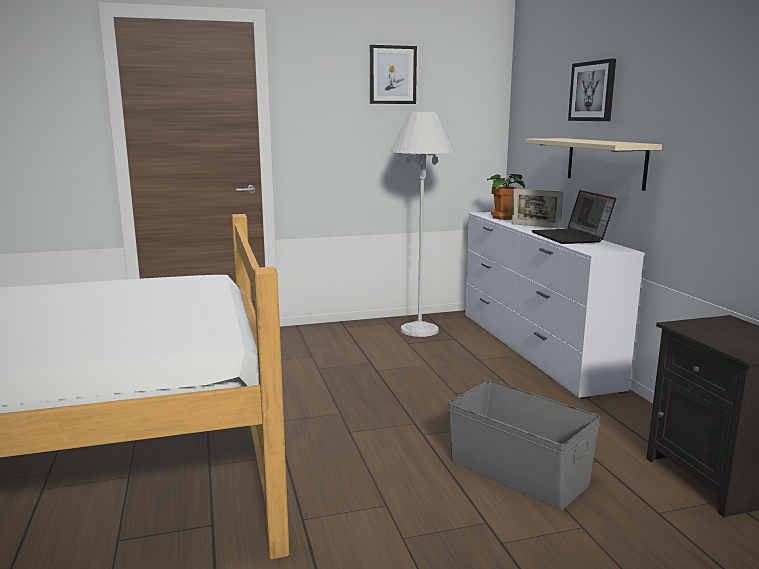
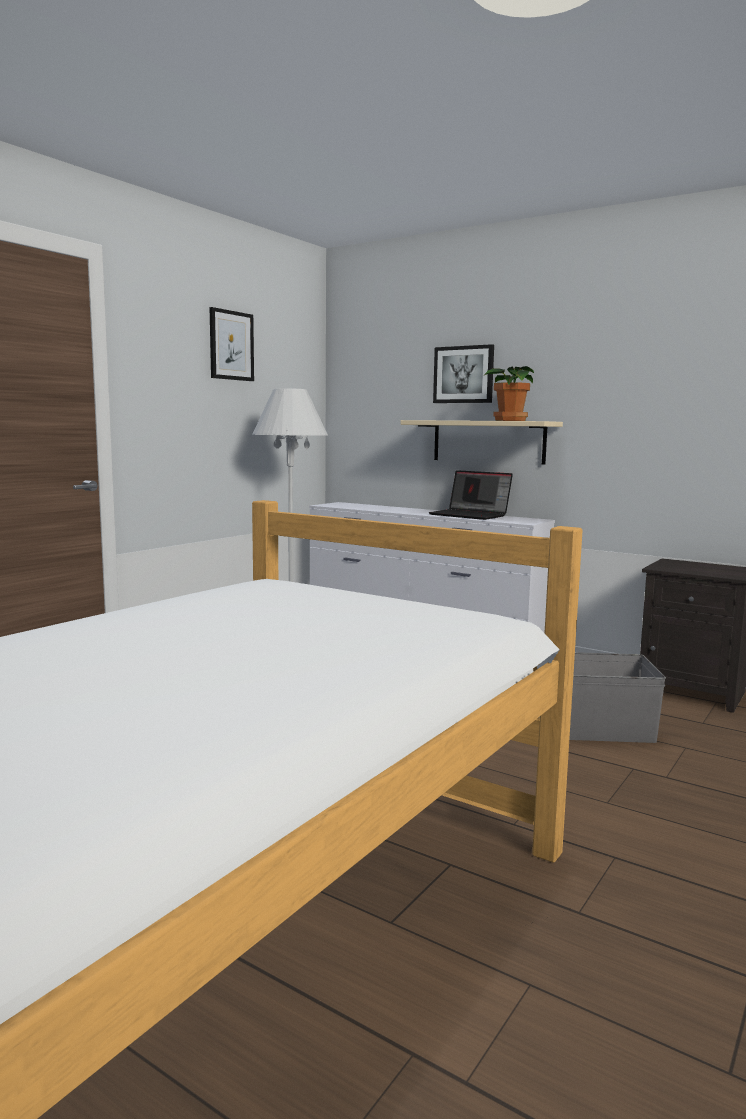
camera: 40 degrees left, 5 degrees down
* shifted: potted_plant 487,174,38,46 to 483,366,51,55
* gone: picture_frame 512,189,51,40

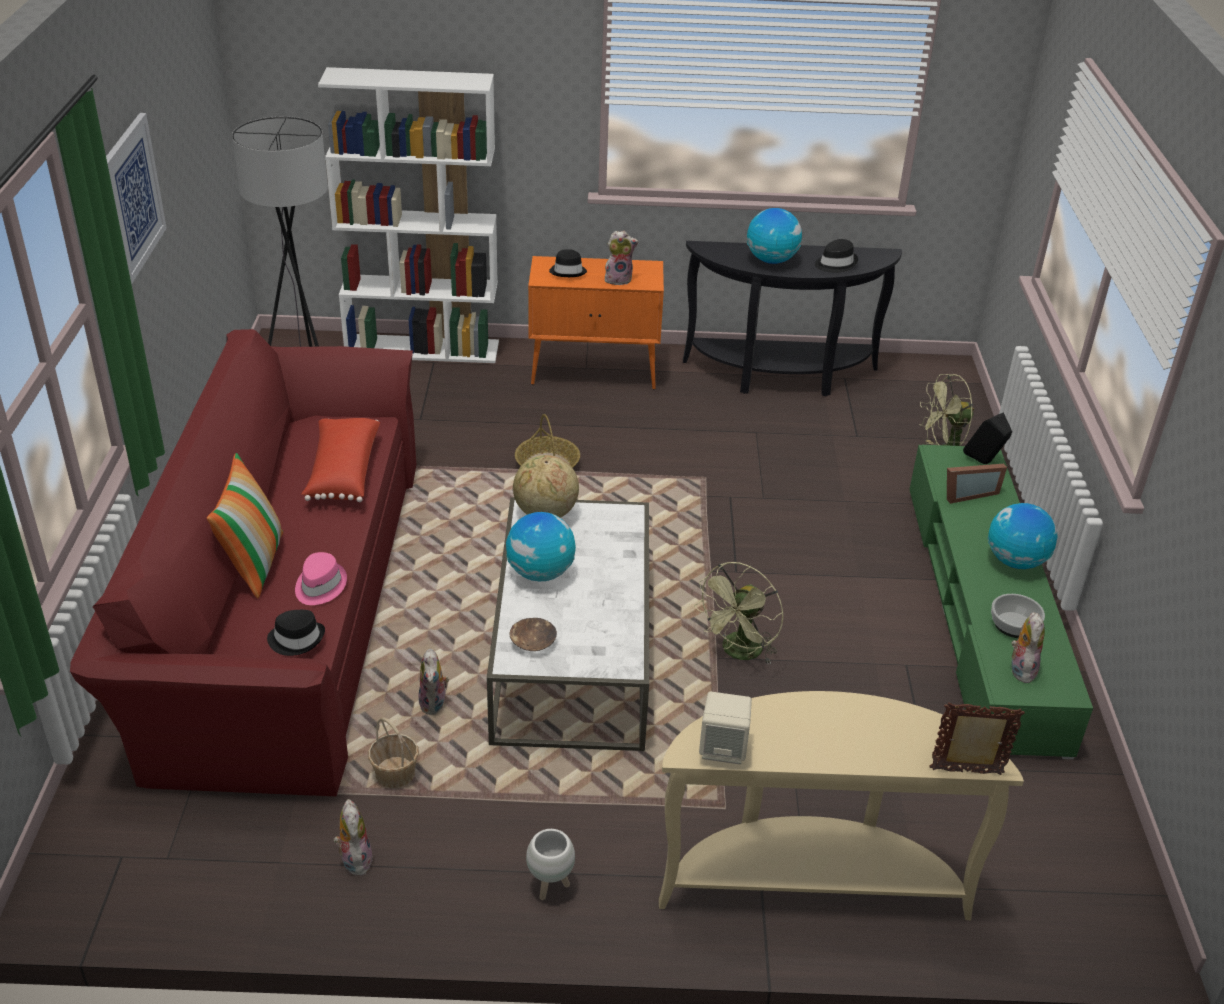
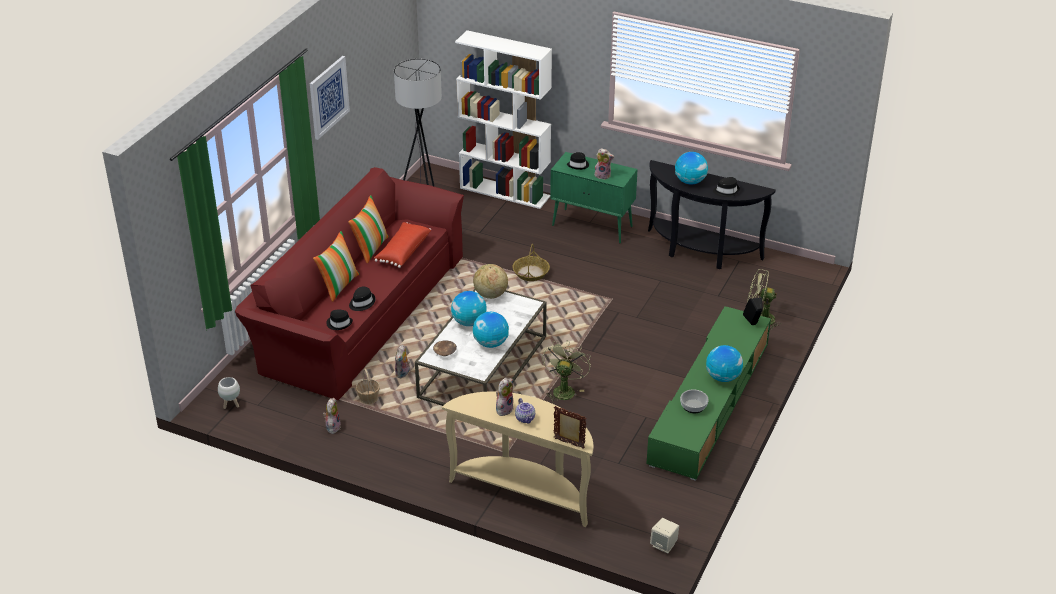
camera: 25 degrees right, 0 degrees up
* repainted: pink_hat 295,552,52,53 to black_hat 349,286,26,25
* shifted: white_planter 526,829,49,71 to 218,377,22,32
* repainted: orange_cabinet 528,256,136,133 to green_cabinet 550,152,87,91
* rotated: green_fan 694,562,90,102 = 542,340,49,63 135 degrees clockwise
* shifted: beige_speaker 699,691,53,73 to 650,518,29,36
* gone: picture_frame 947,464,60,40
* shifted: plush_toy 1011,612,34,71 to 496,378,17,38
* new: pillow 348,195,41,68
* new: globe 473,312,36,36
* new: teapot 515,398,20,26

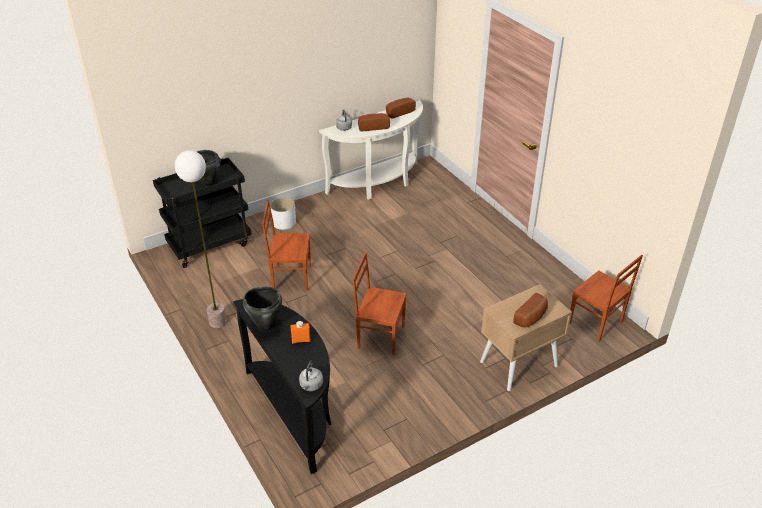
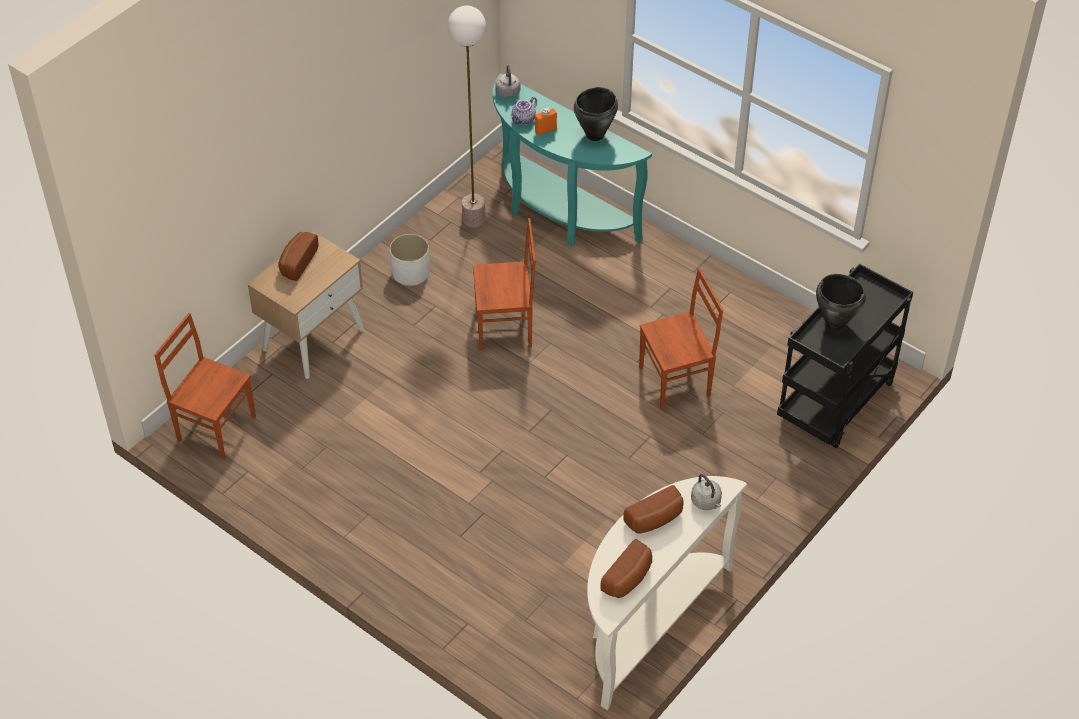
camera: 160 degrees right, 10 degrees up
* shifted: floor_lamp 175,150,52,178 to 448,5,38,223
* repainted: black_console_table 233,299,98,175 to turquoise_console_table 493,73,159,174
* shifted: white_planter 270,198,26,32 to 389,234,41,52
* new: teapot 510,97,27,28

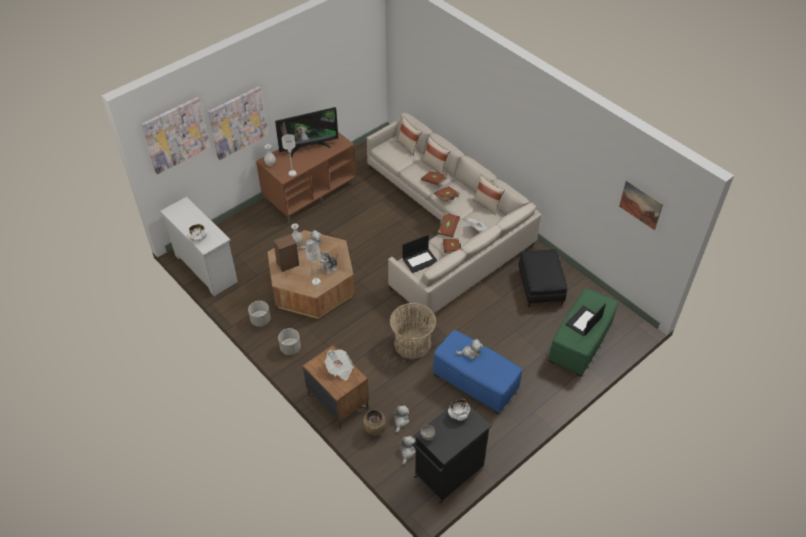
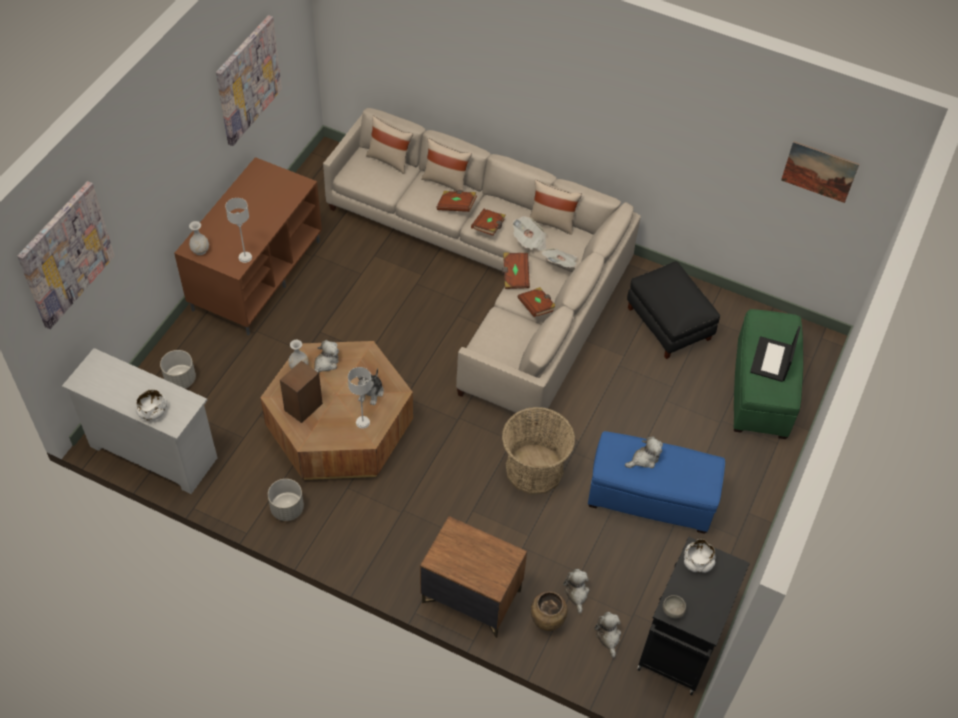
camera: 25 degrees left, 5 degrees up
* shifted: picture 208,86,60,74 to 216,15,66,131
* gone: television 275,107,63,50
* shifted: grey_planter 278,328,23,27 to 160,350,36,39
* shifted: newspaper 324,349,30,31 to 512,216,35,35
* gone: laptop 402,234,36,39

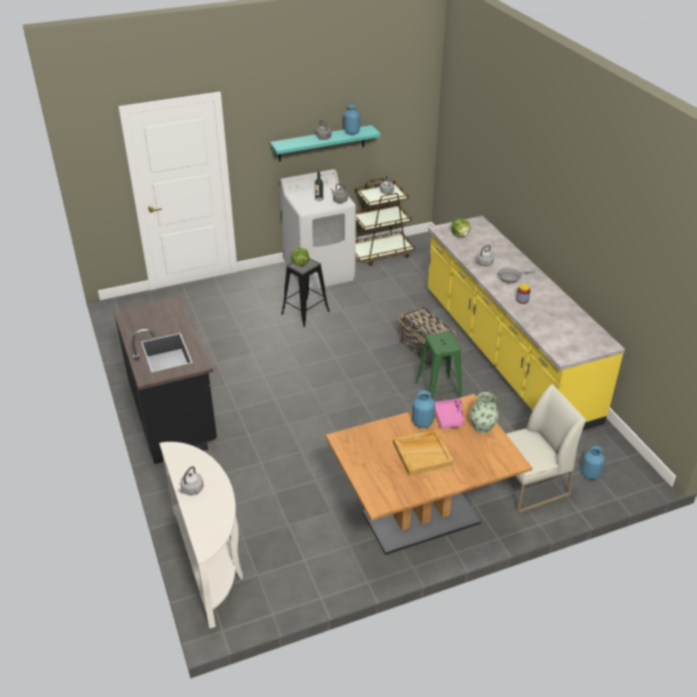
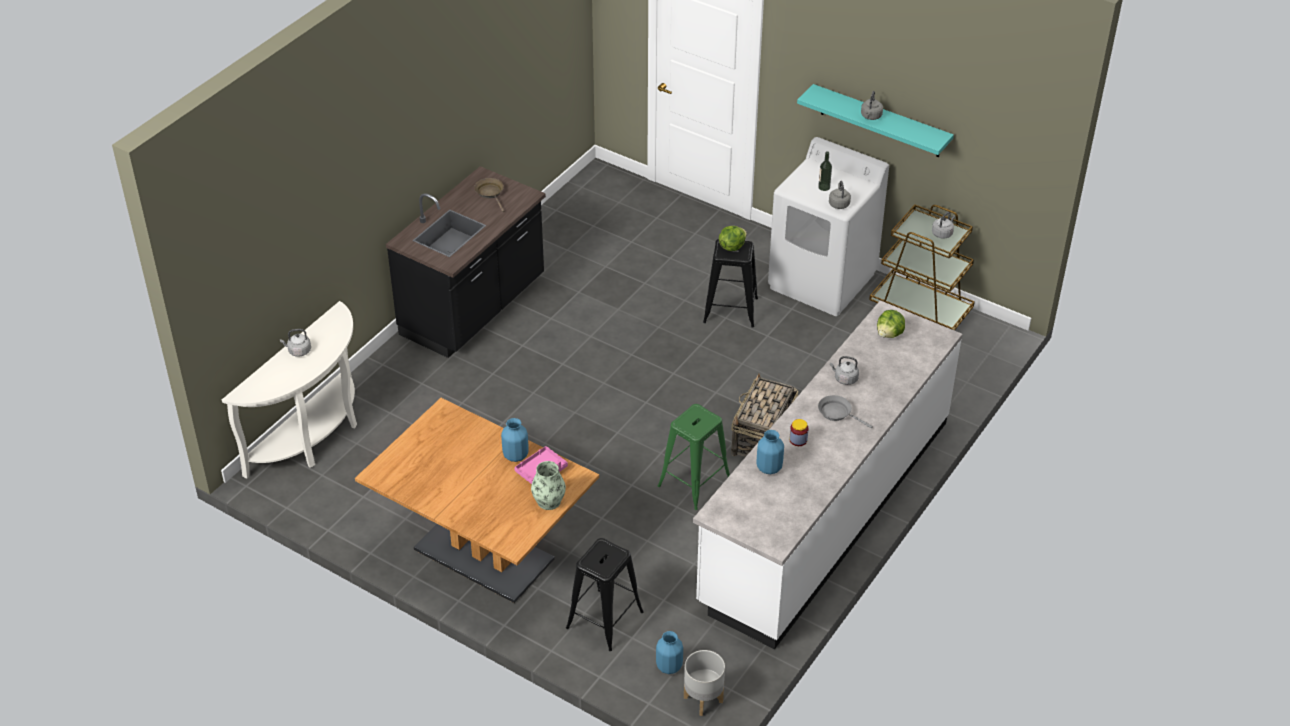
camera: 55 degrees right, 5 degrees up
* shifted: blue_vase 344,105,16,30 to 756,430,28,44
* gone: beige_tray 393,429,61,47
* repainted: yellow_counter 428,216,197,215 to white_counter 693,300,270,349
* swapped: white_chair 506,384,80,129 to black_stool 566,538,78,113
* new: brown_frying_pan 474,178,30,34
* new: grey_planter 684,650,41,66

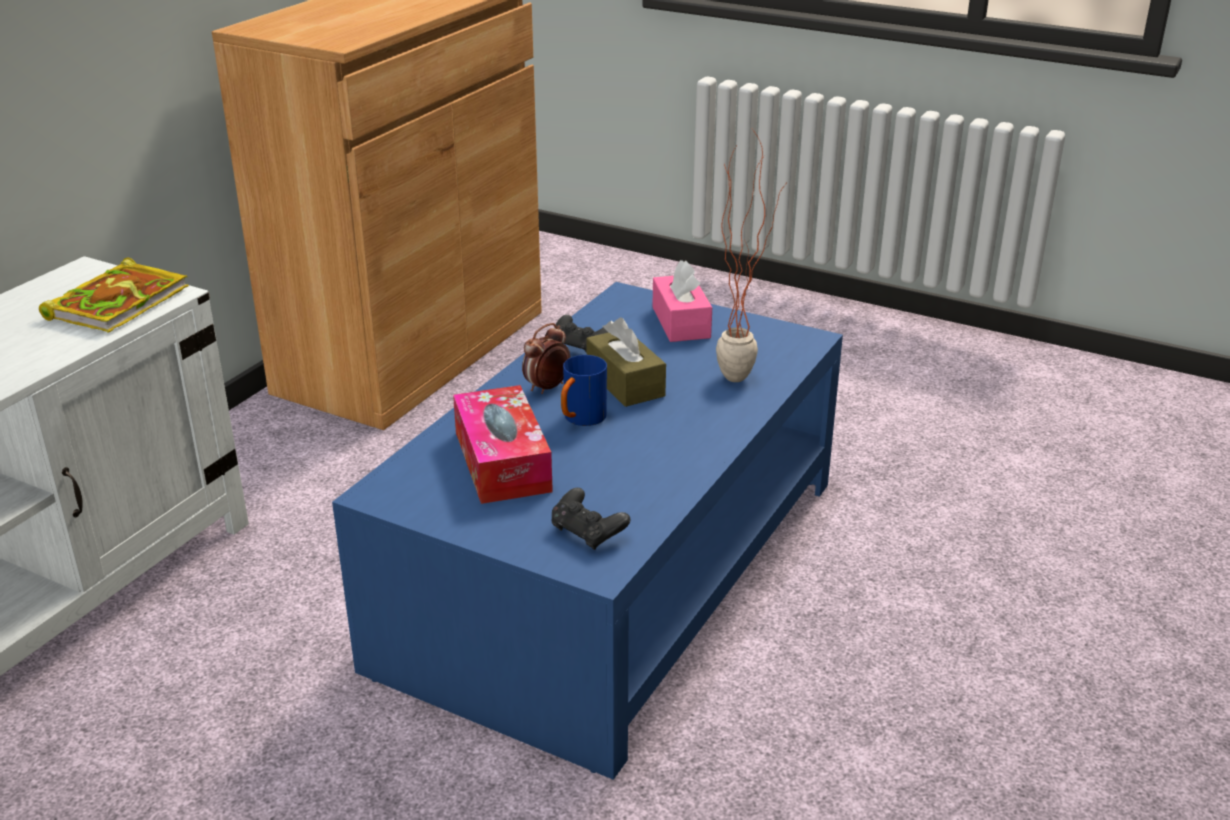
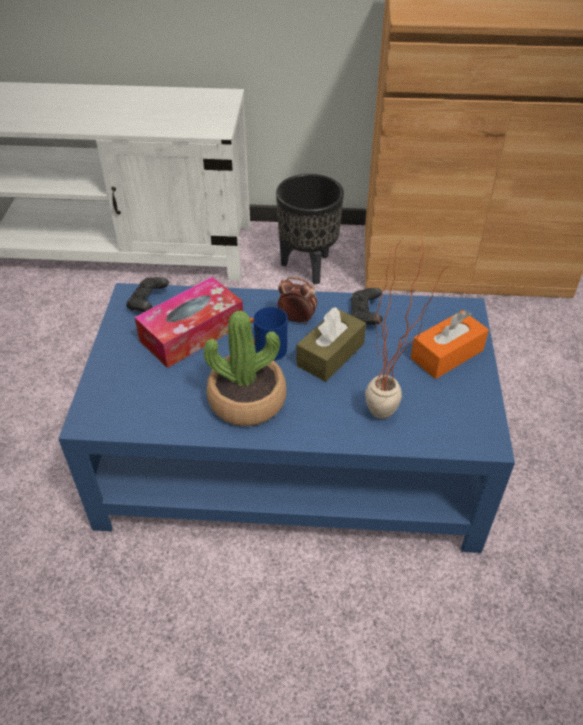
camera: 65 degrees right, 15 degrees up
* gone: book 39,257,150,76
* shifted: black_game_controller 552,488,78,62 to 126,277,43,35
* repainted: pink_tissue_box 652,260,60,82 to orange_tissue_box 411,310,78,69
* new: potted_plant 204,311,82,115
* new: black_planter 276,174,68,111

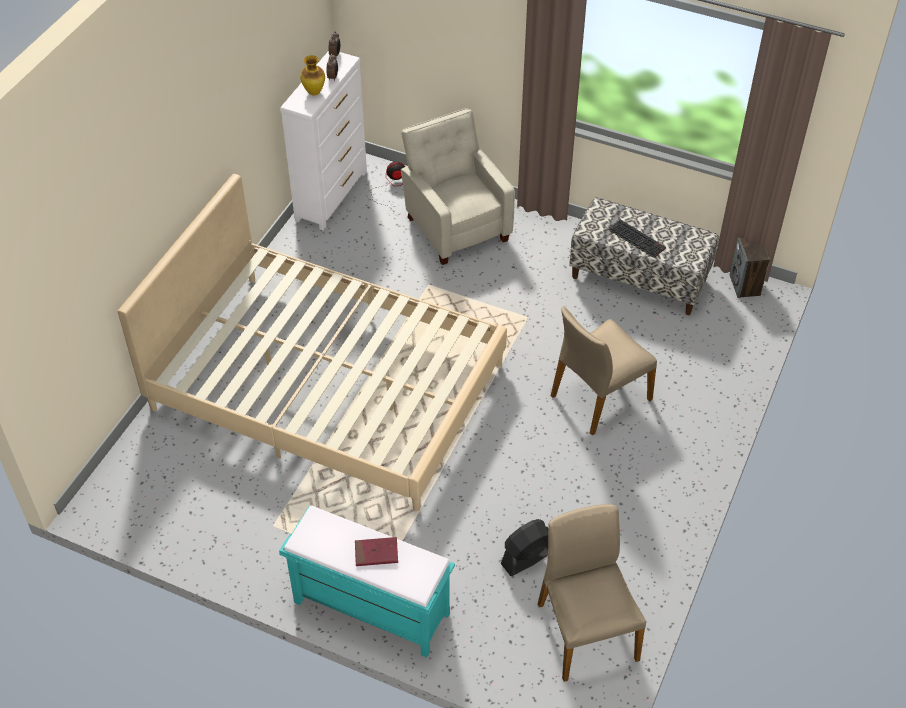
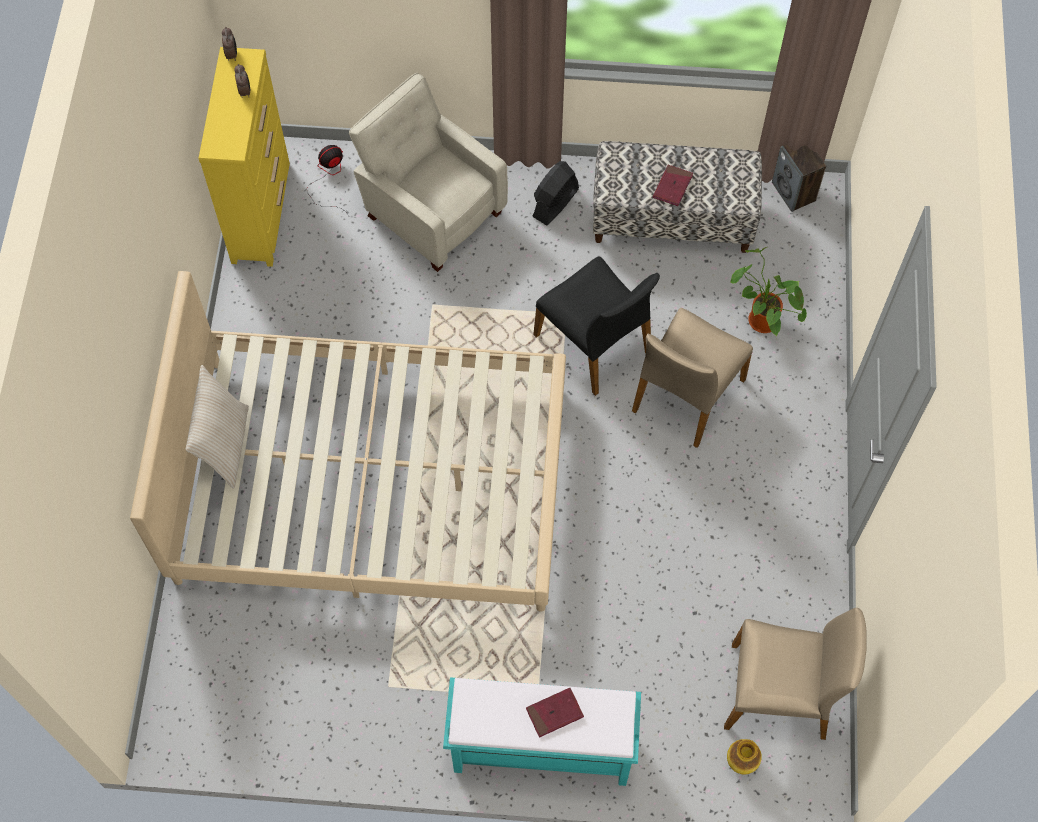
camera: 20 degrees left, 15 degrees up
* repainted: white_dresser 280,51,87,179 to yellow_dresser 198,47,92,220
* shifted: vase 300,55,25,41 to 727,739,35,35
* shifted: black_fan 501,519,47,57 to 532,161,47,65
* rotated: beige_chair 538,504,108,178 = 724,608,143,132 135 degrees clockwise
* swapped: keyboard 608,219,58,39 to red_book 653,165,40,41
* new: beige_pillow 186,365,63,124
* new: black_chair 533,256,127,140
* new: potted_plant 730,247,77,90

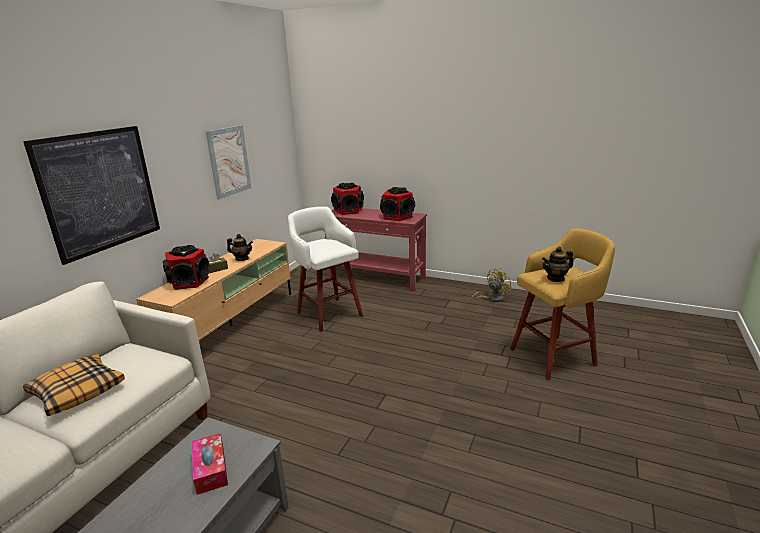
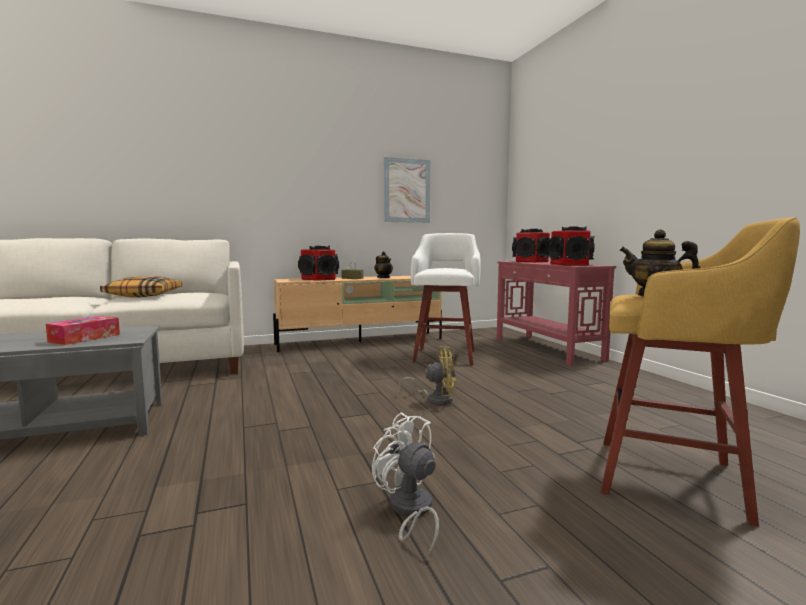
camera: 45 degrees right, 15 degrees down
* gone: picture 23,126,137,139
* shifted: yellow_fan 470,268,42,34 to 399,347,57,58
* new: white_fan 372,412,67,145

